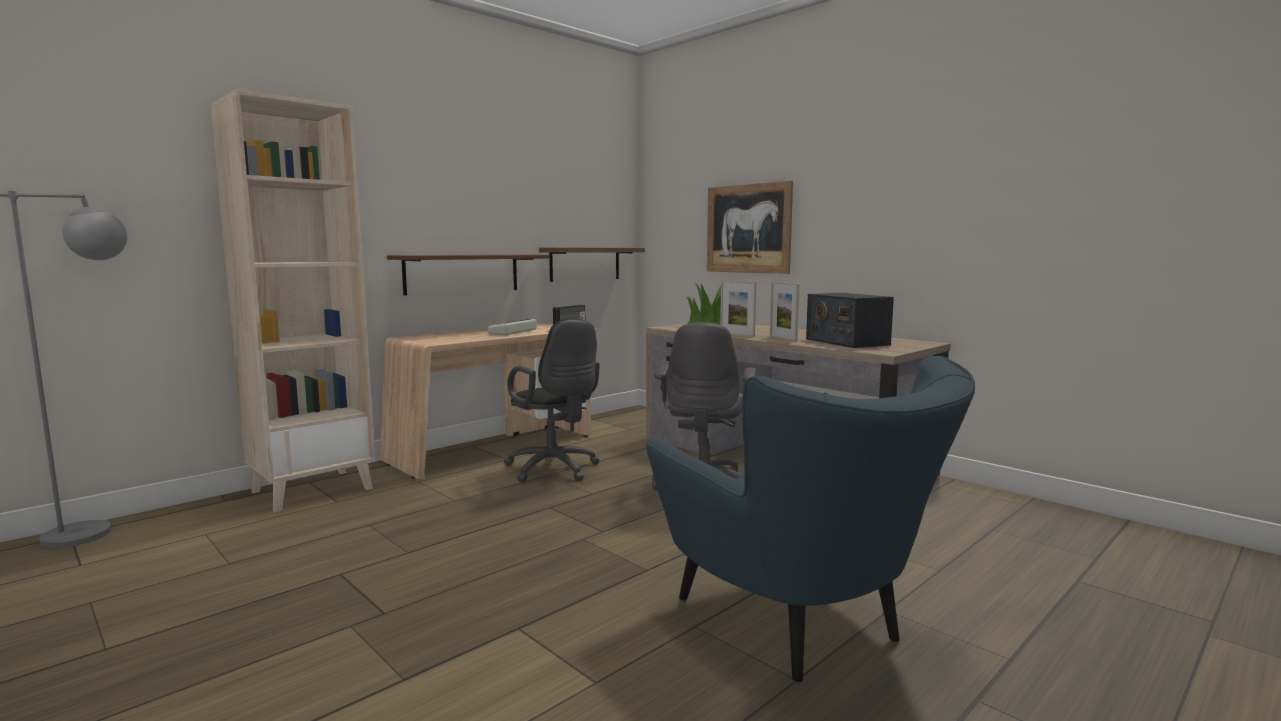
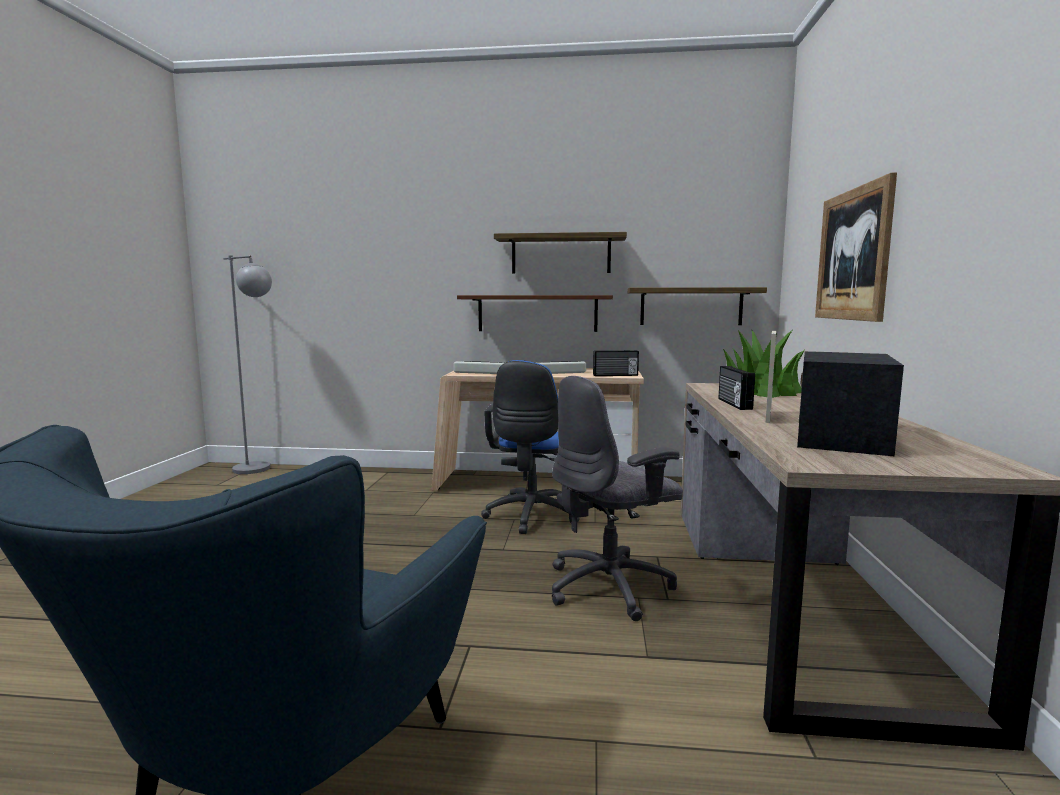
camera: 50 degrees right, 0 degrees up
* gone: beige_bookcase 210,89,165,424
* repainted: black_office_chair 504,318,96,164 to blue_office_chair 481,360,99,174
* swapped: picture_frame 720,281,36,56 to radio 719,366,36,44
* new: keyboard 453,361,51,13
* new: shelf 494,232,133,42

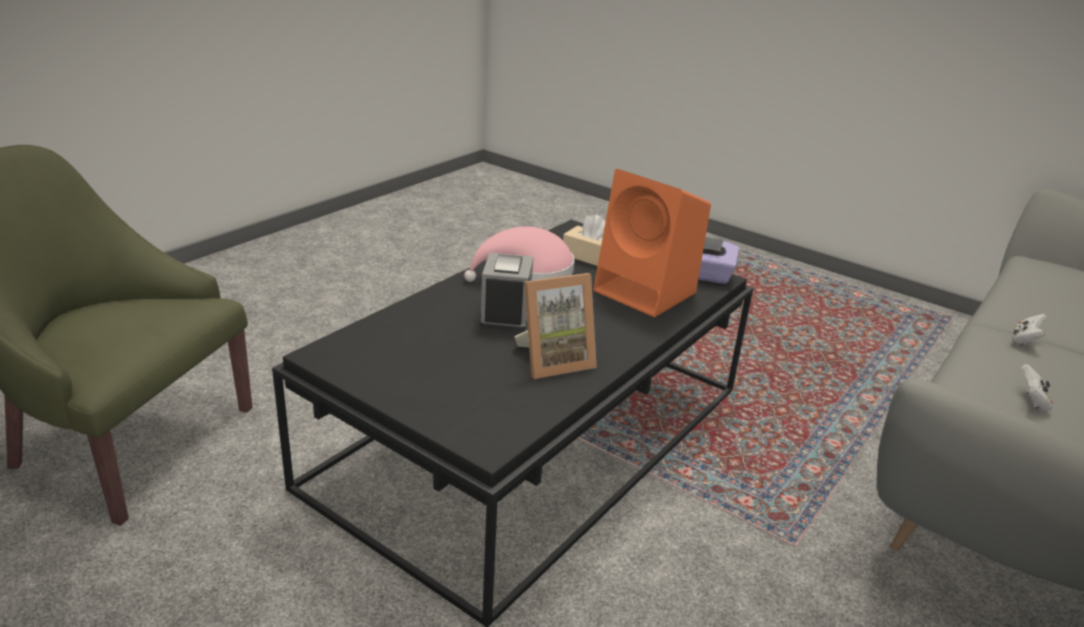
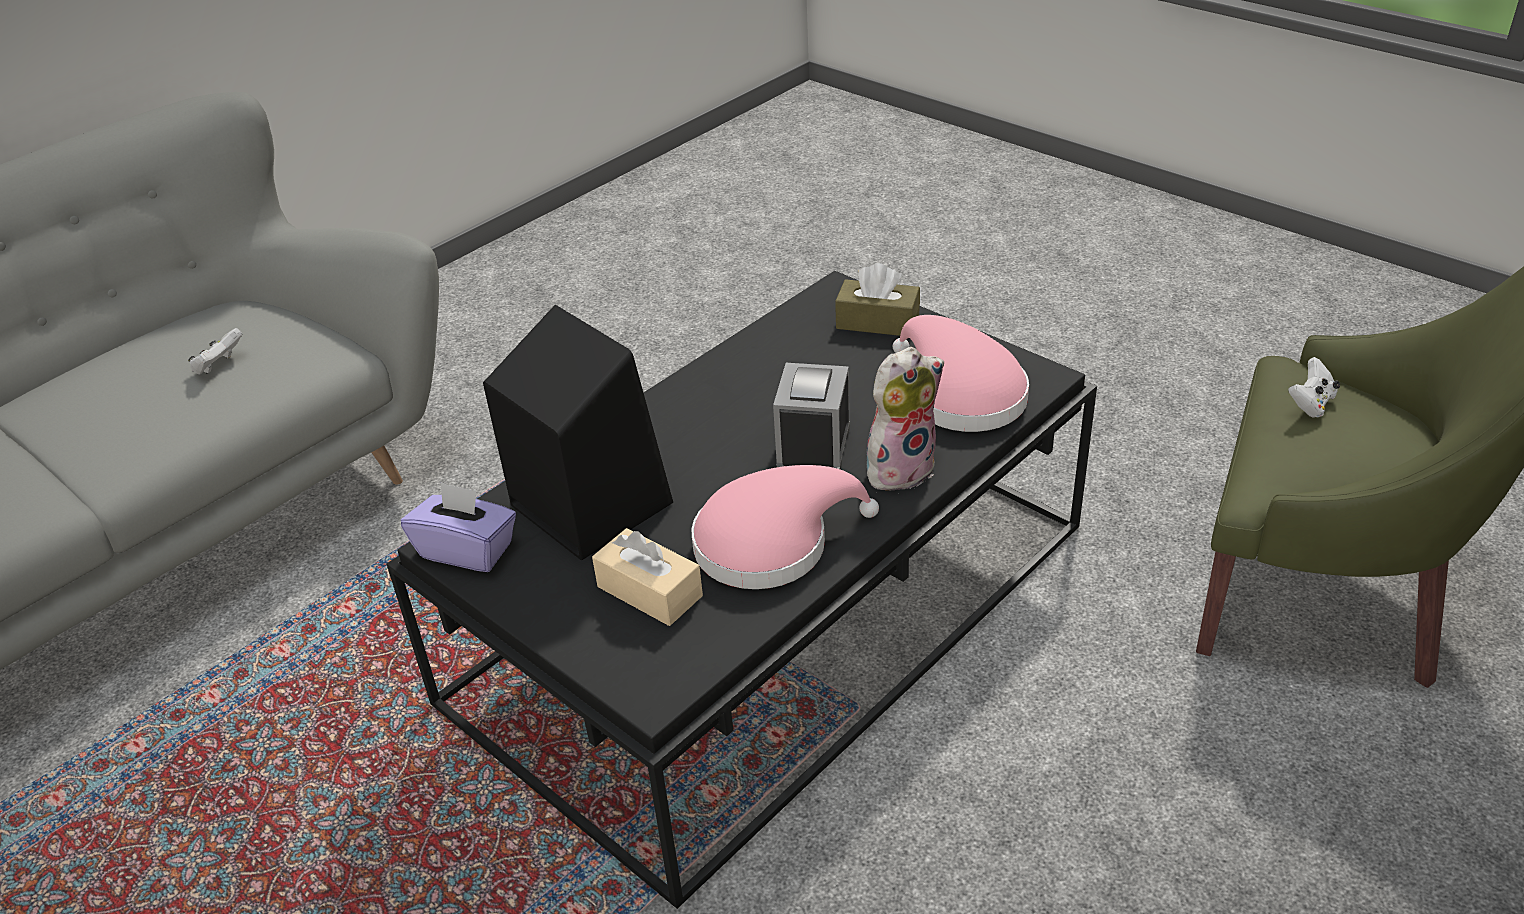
camera: 170 degrees left, 10 degrees up
* gone: picture_frame 514,273,83,106
* repainted: orange_speaker 593,169,118,148 to black_speaker 483,305,190,255
* shifted: white_game_controller 1012,314,35,31 to 1288,357,52,61
* new: brown_tissue_box 835,263,85,73
* new: plush_toy 867,347,77,144
* new: pink_hat 893,315,136,117

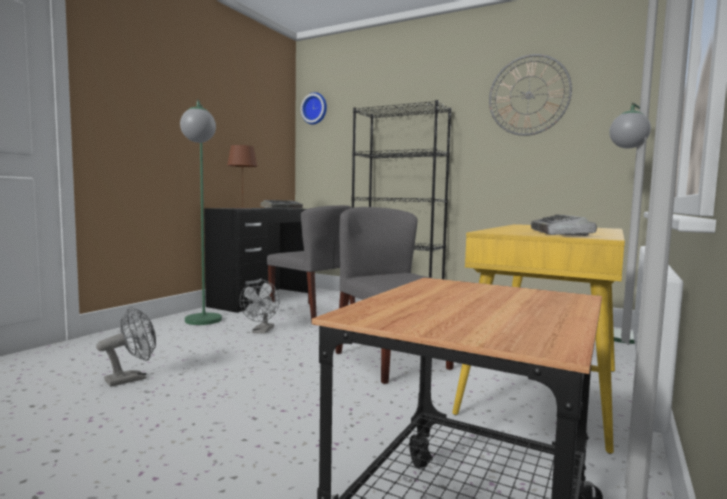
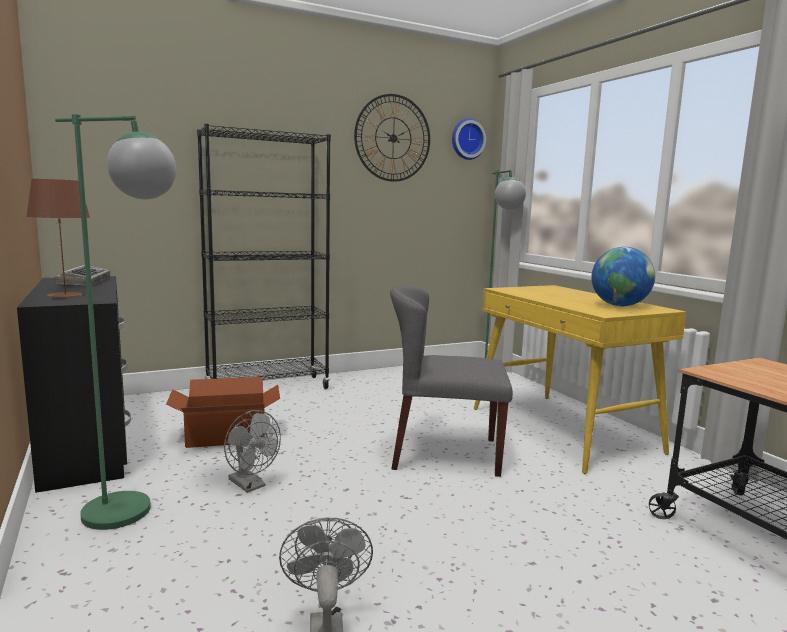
camera: 55 degrees left, 5 degrees up
* swapped: grey_chair 267,205,88,120 to cardboard_box 166,377,114,71
* shifted: wall_clock 301,92,26,33 to 452,118,34,42
* swapped: keyboard 531,215,66,21 to globe 591,247,64,59

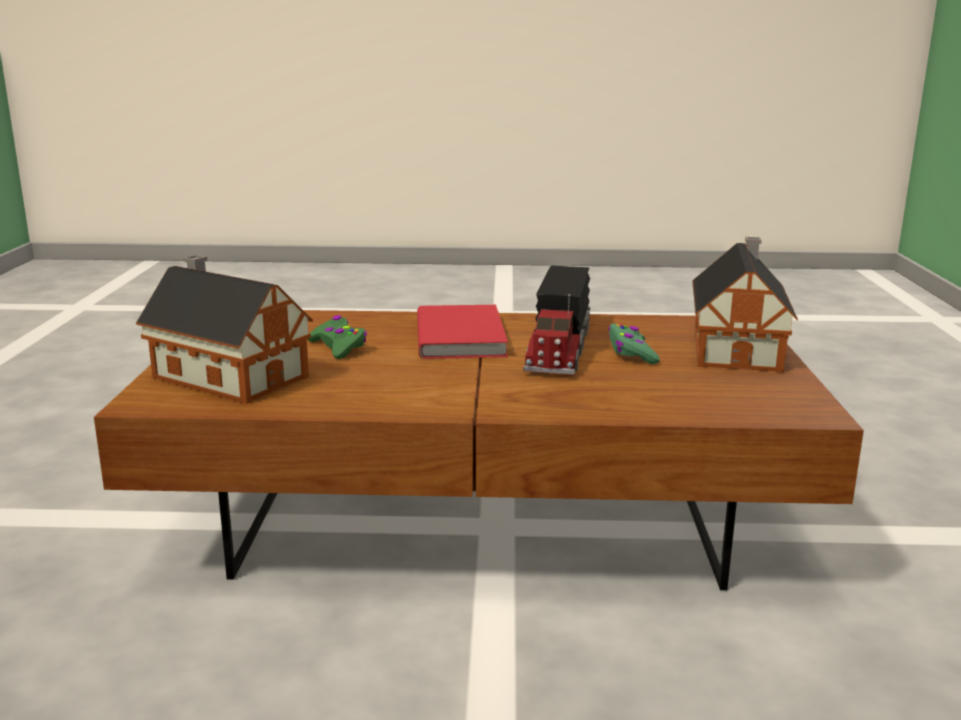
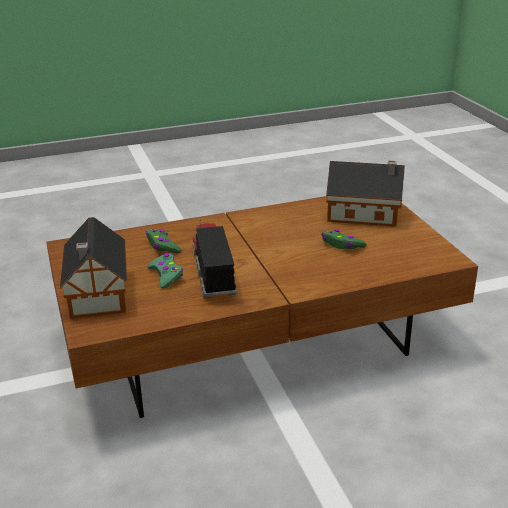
camera: 160 degrees right, 10 degrees up
* gone: red_book 417,305,91,54
* new: green_game_controller 146,229,35,24

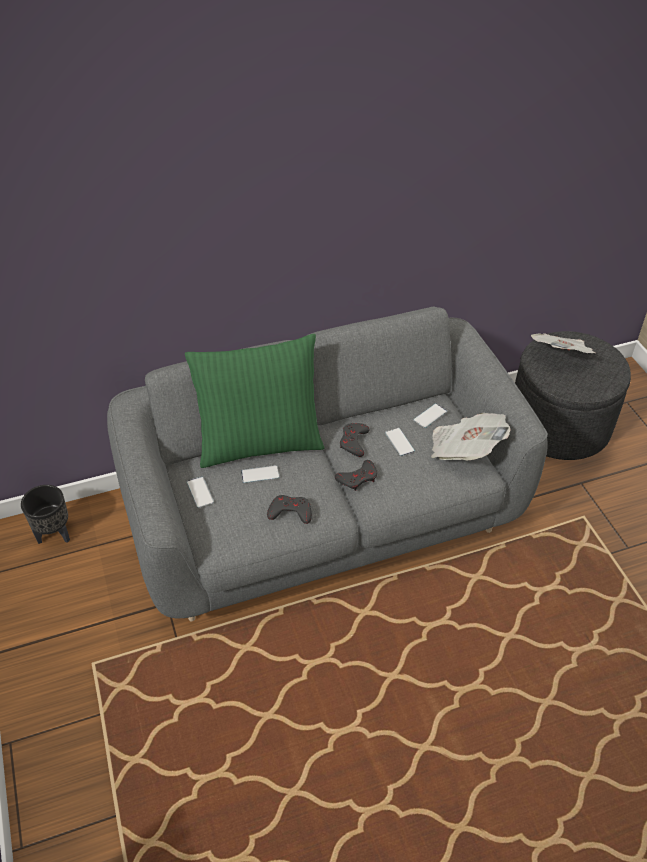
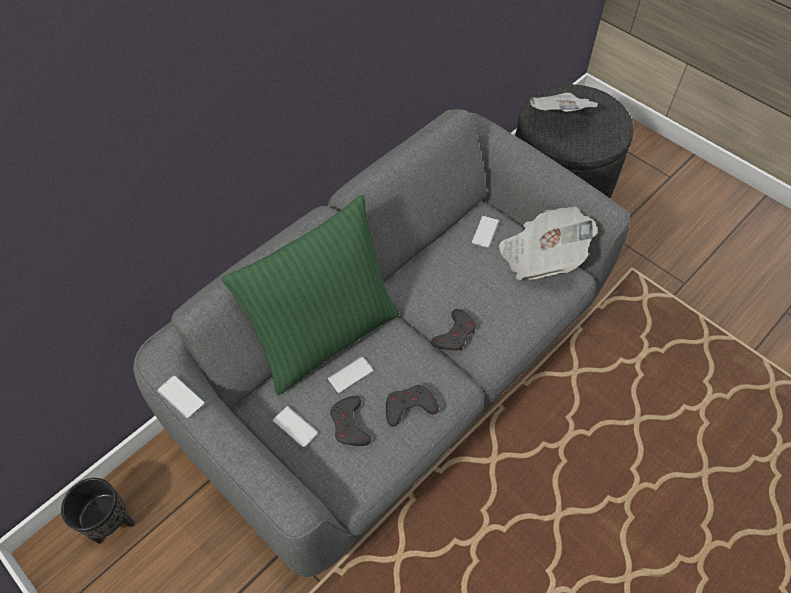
camera: 25 degrees left, 10 degrees up
* shifted: grey_game_controller 340,423,30,34 to 330,396,41,50
* shifted: phone 385,428,30,28 to 157,375,48,44

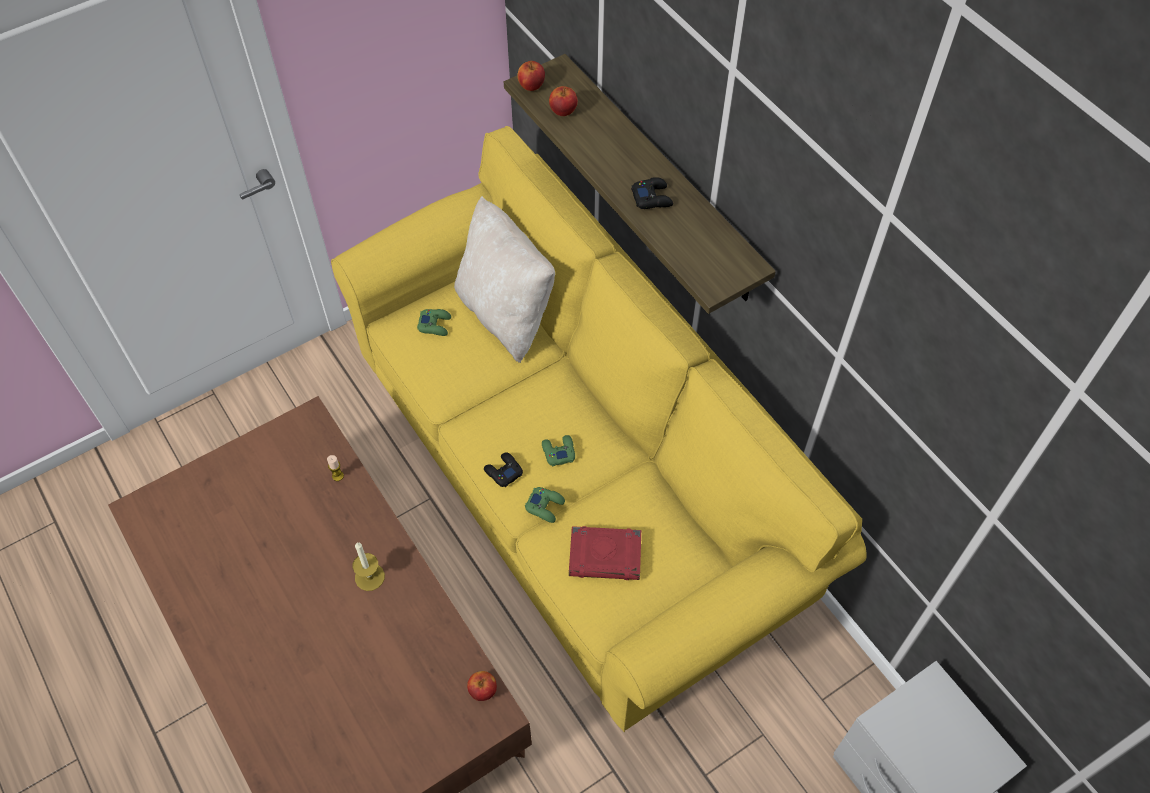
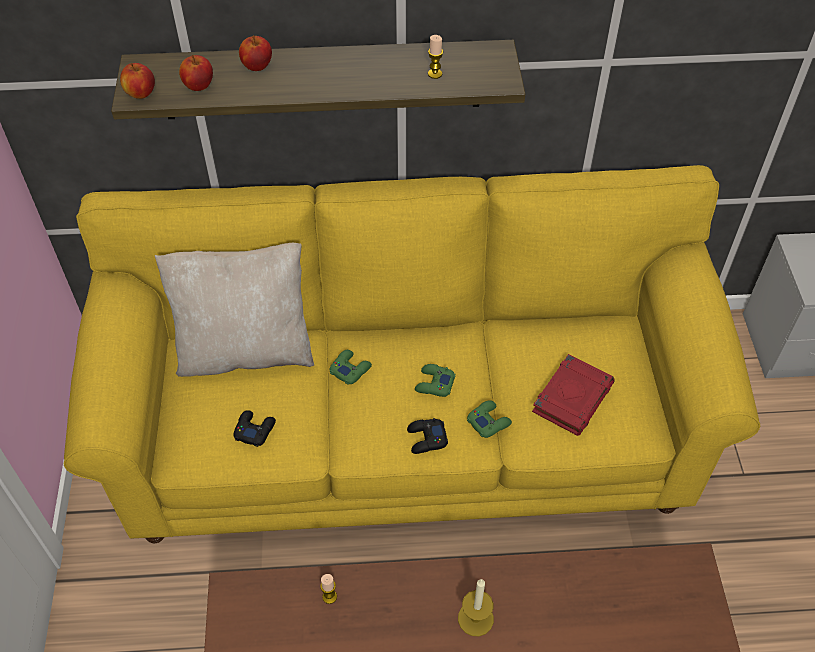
camera: 60 degrees left, 5 degrees down
* shifted: green_game_controller 417,309,34,27 to 329,350,43,35
* shifted: apple 467,671,30,30 to 239,35,33,36
* shifted: black_game_controller 631,177,42,32 to 233,410,43,37
* new: candle 428,35,15,44

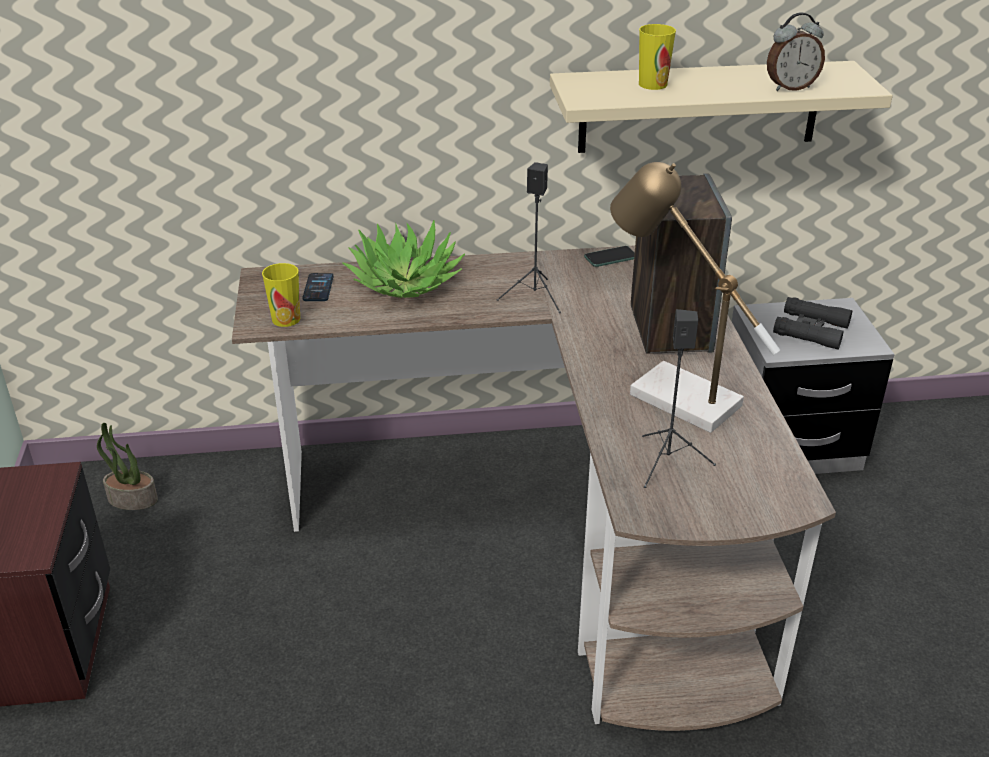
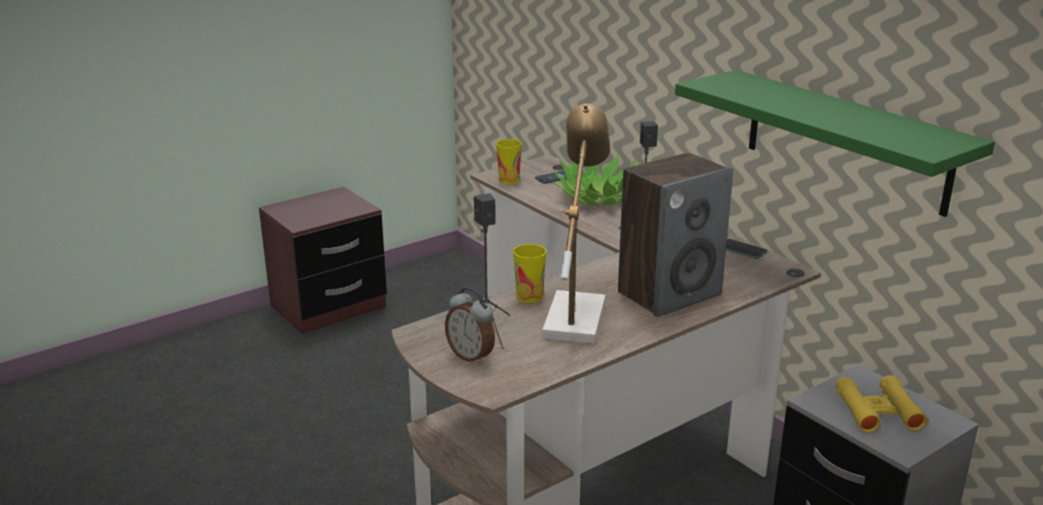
camera: 60 degrees right, 10 degrees down
* gone: potted_plant 97,423,61,87
* repainted: beige_shelf 550,61,343,92 to green_shelf 675,70,320,147
* shifted: cup 639,24,37,66 to 513,244,34,59
* shifted: alarm_clock 767,13,58,78 to 445,287,50,78
* repainted: black_binoculars 773,297,79,52 to yellow_binoculars 836,375,91,58

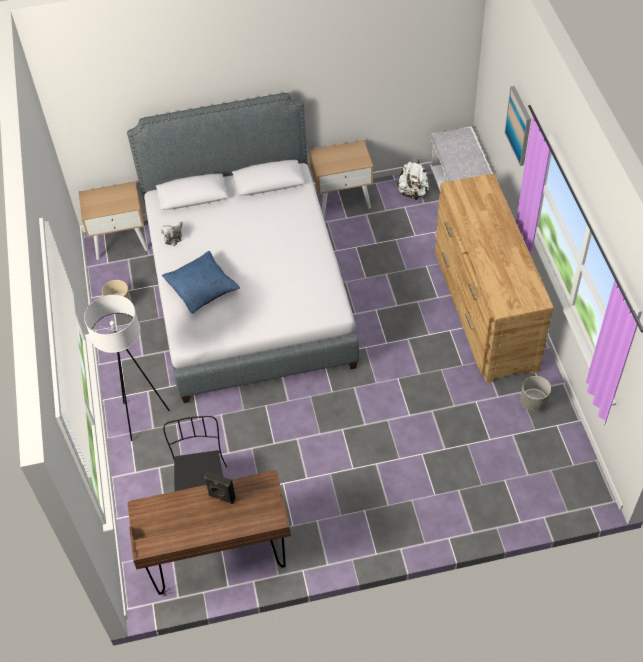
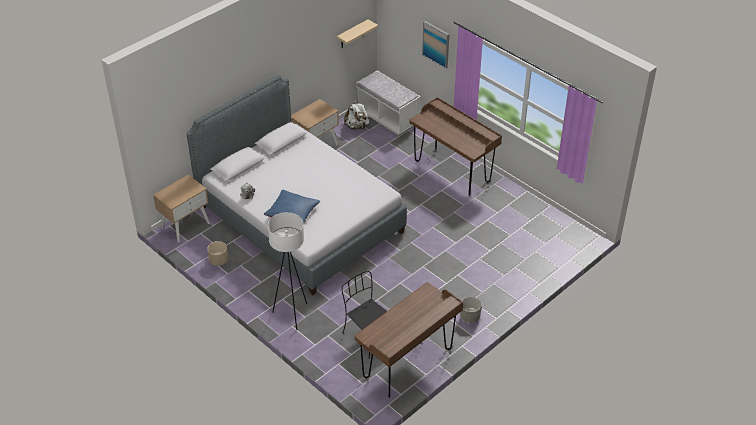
camera: 35 degrees left, 10 degrees down
* gone: black_speaker 204,471,32,33
* swapped: brown_dresser 435,173,119,210 to brown_desk 409,97,93,99
* shifted: grey_planter 520,376,31,35 to 460,297,21,26
* new: beige_shelf 337,19,41,29

